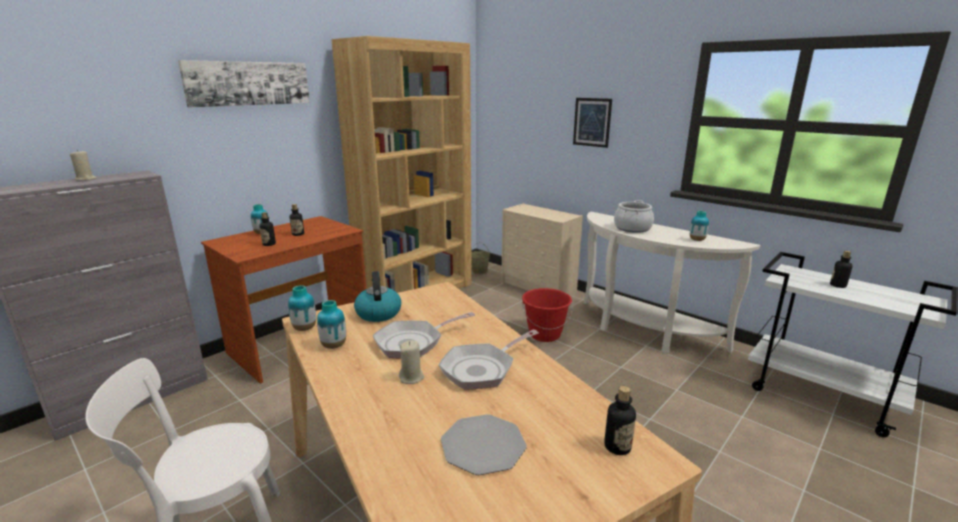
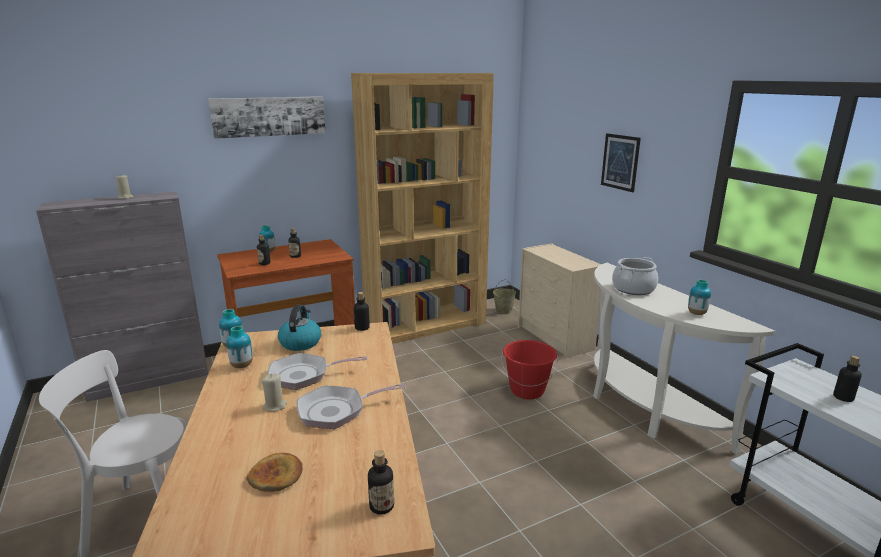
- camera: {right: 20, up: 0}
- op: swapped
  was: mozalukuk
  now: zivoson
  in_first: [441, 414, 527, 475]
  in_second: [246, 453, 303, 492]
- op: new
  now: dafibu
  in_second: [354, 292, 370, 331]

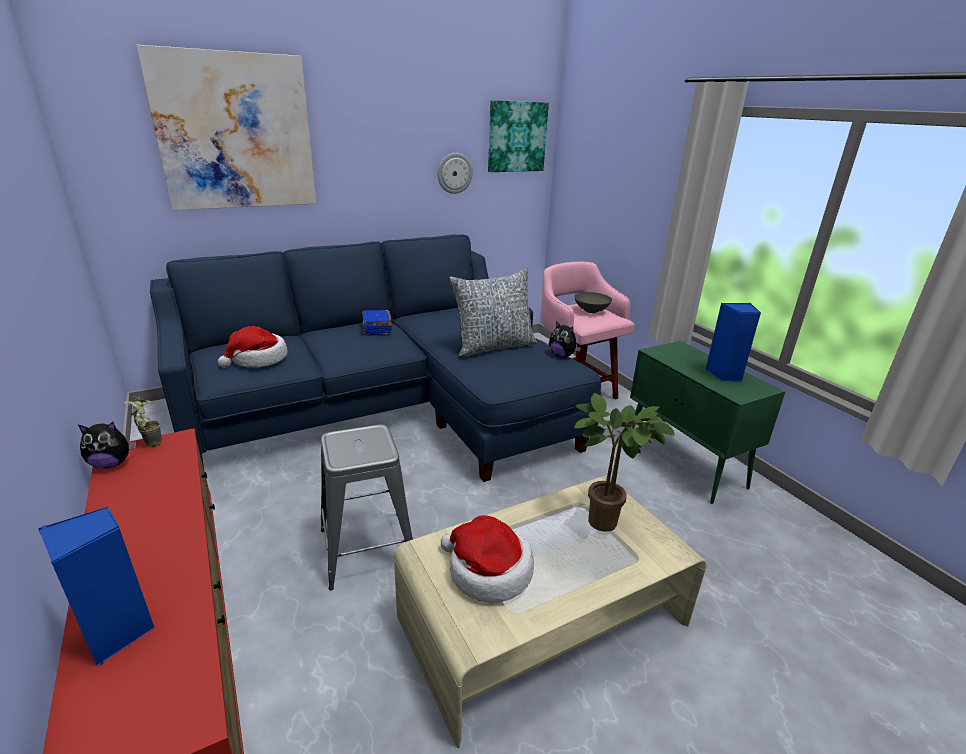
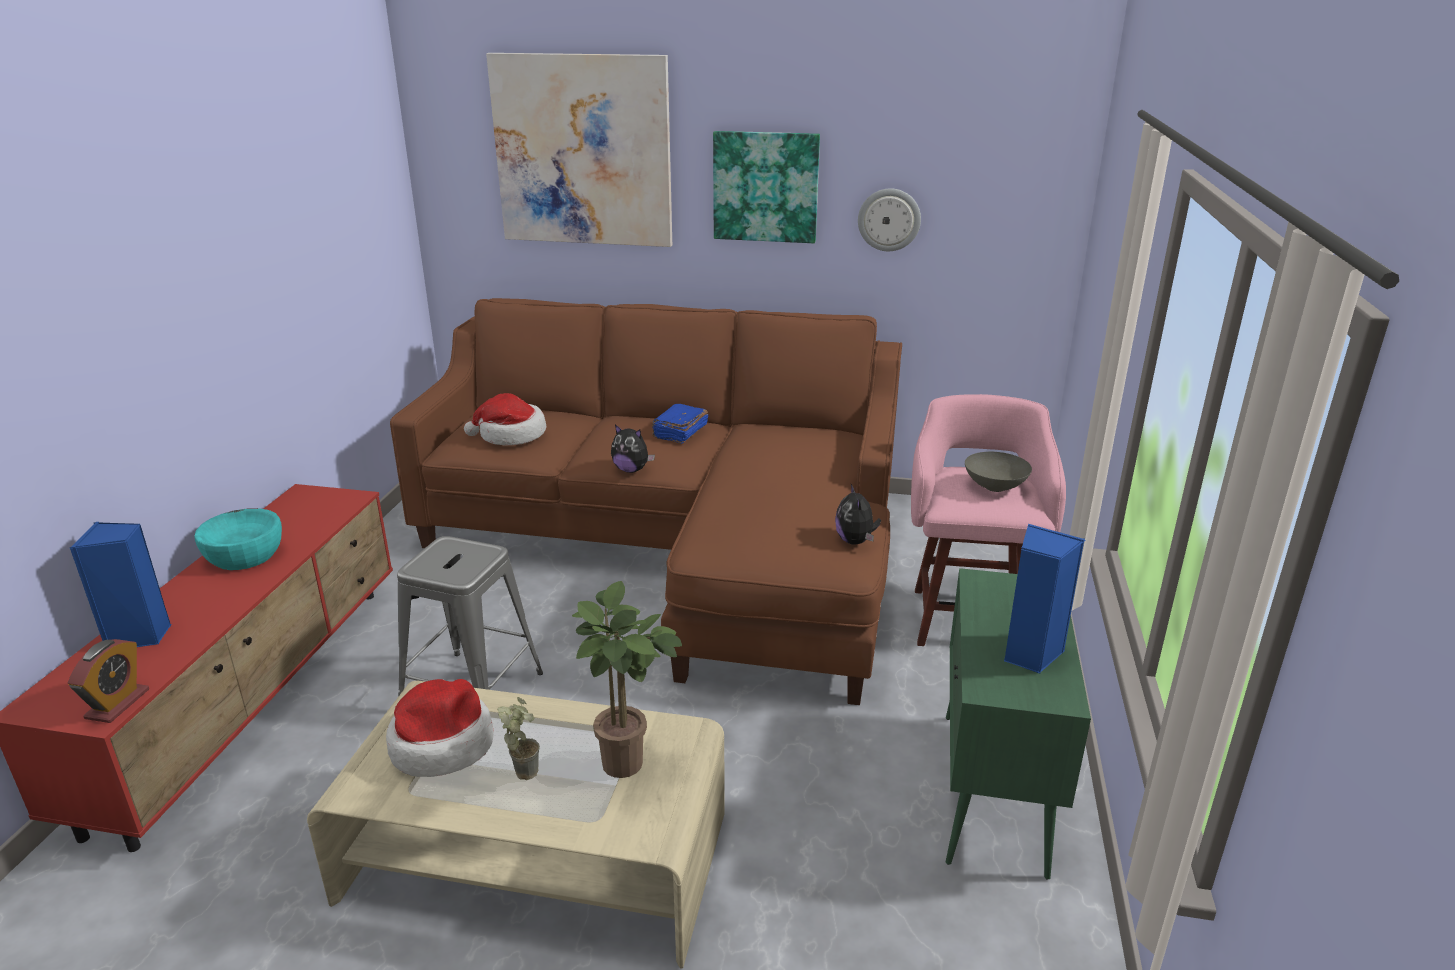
- camera: {right: 40, up: 0}
- op: shifted
  was: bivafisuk
  in_first: [488, 100, 549, 172]
  in_second: [713, 131, 820, 243]
- op: repainted
  was: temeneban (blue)
  now: temeneban (brown)
  in_first: [150, 235, 601, 482]
  in_second: [390, 298, 902, 705]
- op: gone
  was: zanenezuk
  in_first: [449, 268, 537, 357]
- op: shifted
  was: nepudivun
  in_first: [124, 396, 162, 447]
  in_second: [497, 697, 540, 780]
- op: shifted
  was: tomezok
  in_first: [78, 422, 136, 468]
  in_second: [611, 425, 655, 473]
- op: new
  now: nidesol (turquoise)
  in_second: [194, 508, 282, 570]
- op: new
  now: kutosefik
  in_second: [68, 639, 149, 723]

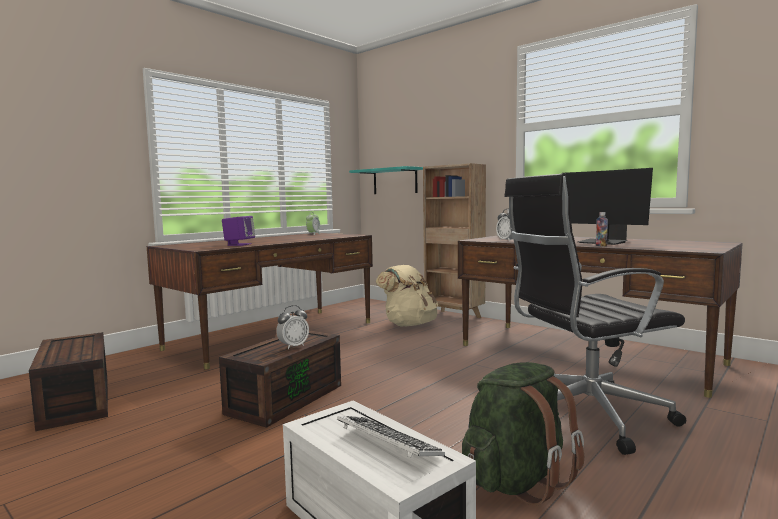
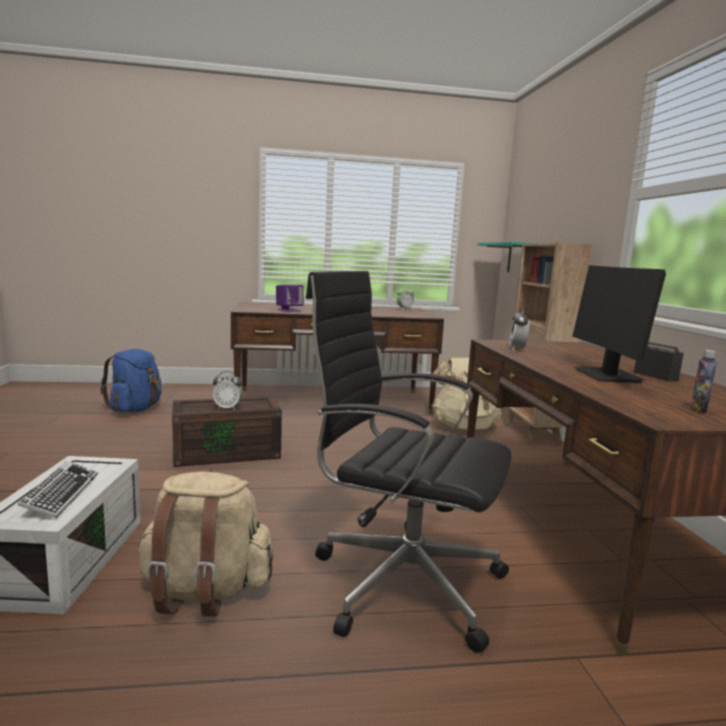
- camera: {right: 40, up: 5}
- op: shifted
  was: dafibu
  in_first: [596, 212, 608, 247]
  in_second: [690, 350, 717, 413]
- op: swapped
  was: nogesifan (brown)
  now: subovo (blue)
  in_first: [29, 332, 108, 431]
  in_second: [100, 349, 162, 412]
- op: repainted
  was: subovo (green)
  now: subovo (beige)
  in_first: [462, 362, 584, 506]
  in_second: [139, 471, 273, 616]

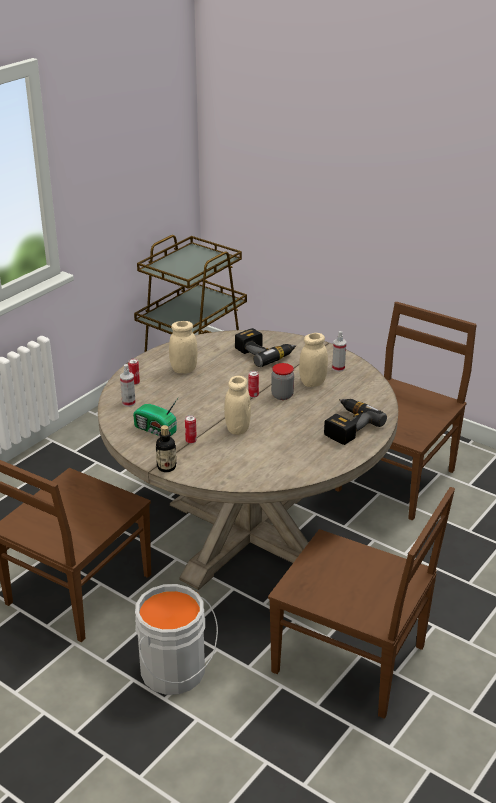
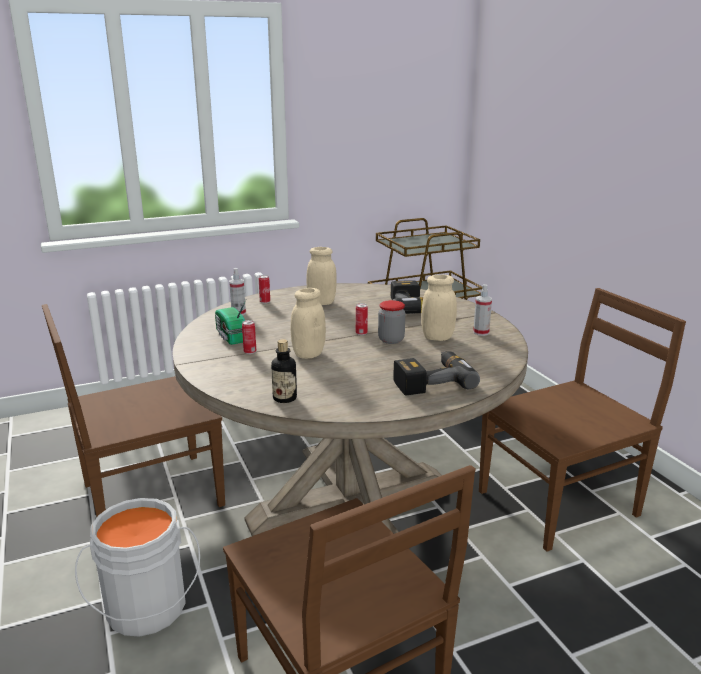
- camera: {right: 30, up: -10}
- op: shifted
  was: dafibu
  in_first: [156, 425, 176, 472]
  in_second: [271, 339, 297, 403]

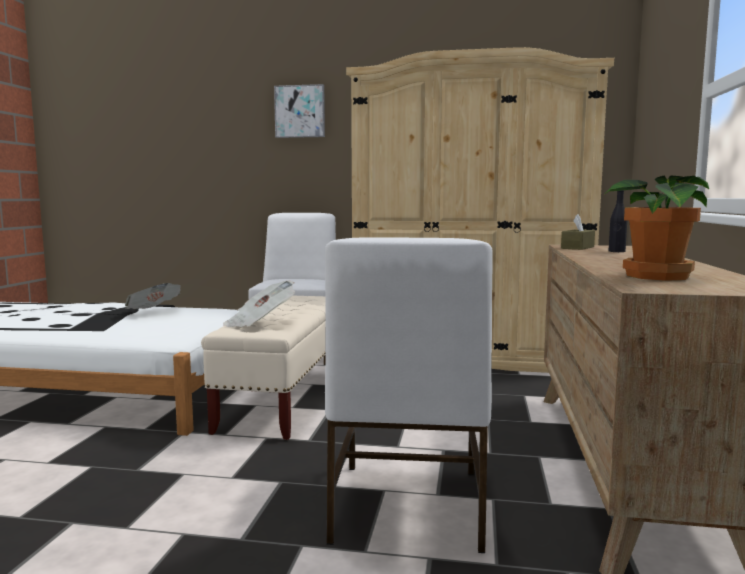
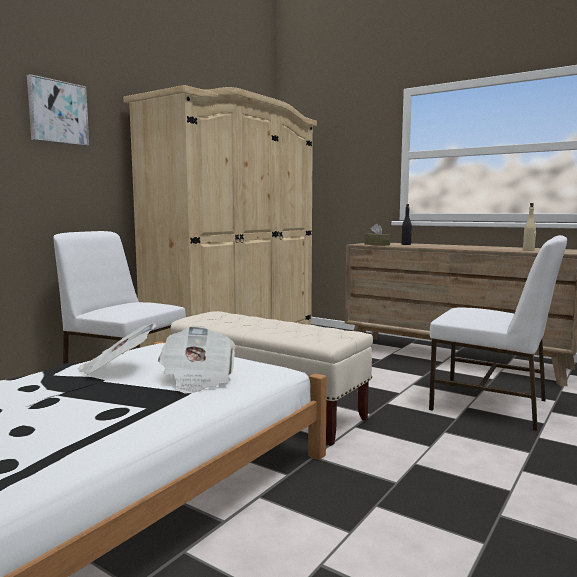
- camera: {right: -65, up: 0}
- op: swapped
  was: nepudivun
  now: dafibu (beige)
  in_first: [605, 176, 709, 281]
  in_second: [523, 203, 536, 251]
- op: shifted
  was: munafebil
  in_first: [223, 281, 295, 327]
  in_second: [158, 326, 236, 394]

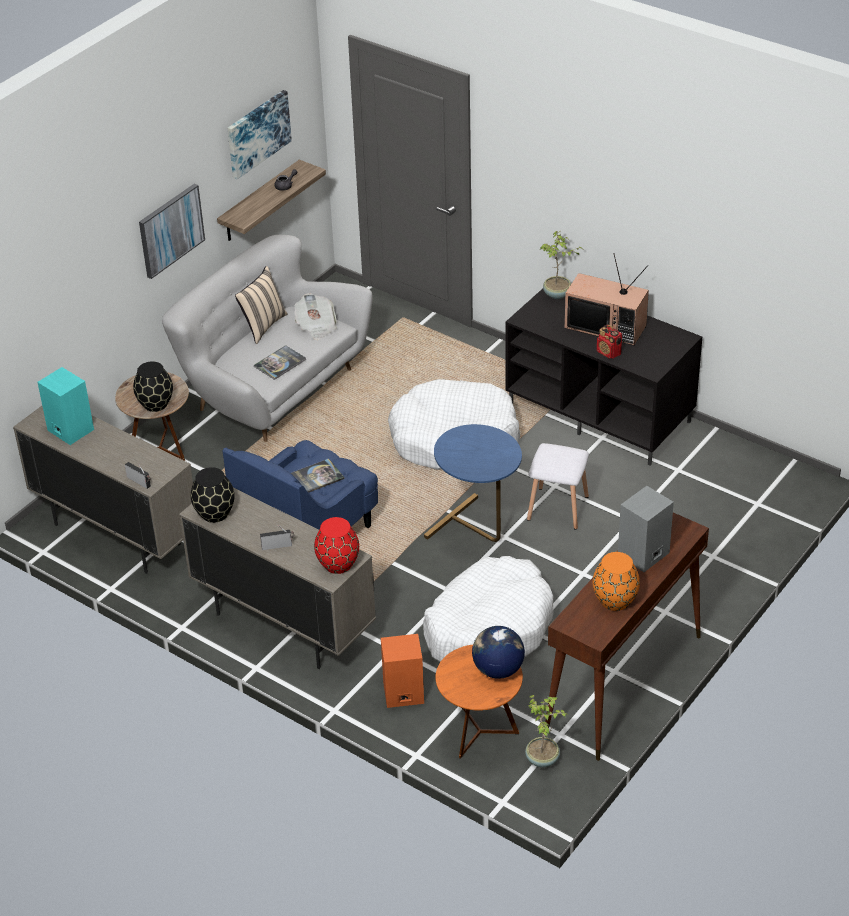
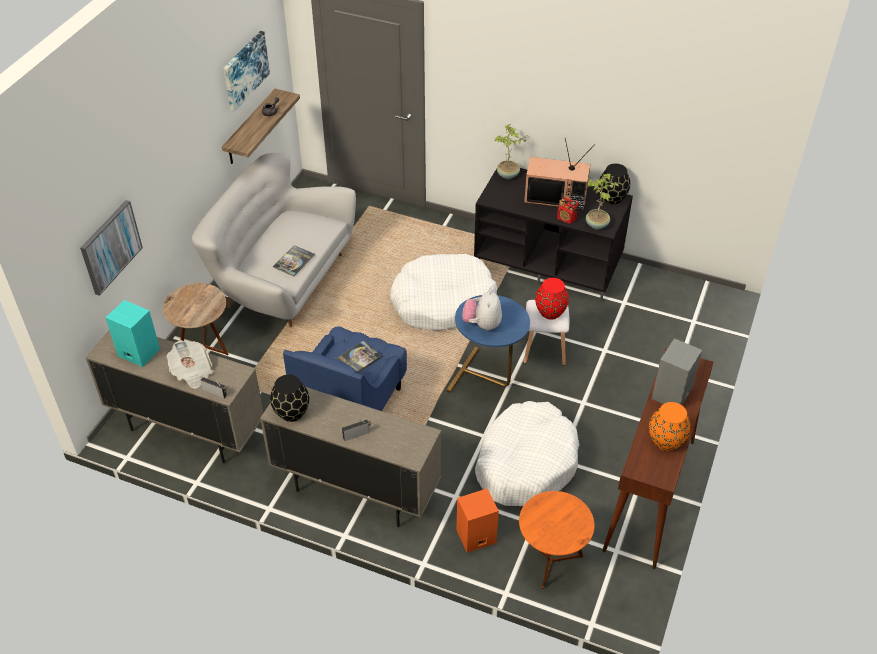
- camera: {right: -15, up: 5}
- op: shifted
  was: bivafisuk
  in_first: [139, 184, 205, 279]
  in_second: [80, 200, 143, 296]
- op: gone
  was: zanenezuk (beige)
  in_first: [235, 266, 288, 344]
- op: shifted
  was: munafebil
  in_first: [295, 293, 337, 340]
  in_second: [167, 340, 213, 389]
- op: shifted
  was: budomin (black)
  in_first: [133, 361, 173, 412]
  in_second: [599, 164, 630, 204]
- op: shifted
  was: budomin (red)
  in_first: [314, 517, 359, 574]
  in_second: [535, 278, 569, 319]
- op: gone
  was: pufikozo
  in_first: [472, 626, 525, 679]
- op: shifted
  was: nepudivun
  in_first: [525, 695, 569, 767]
  in_second: [586, 174, 619, 229]
- op: new
  now: tomezok
  in_second: [463, 290, 502, 330]

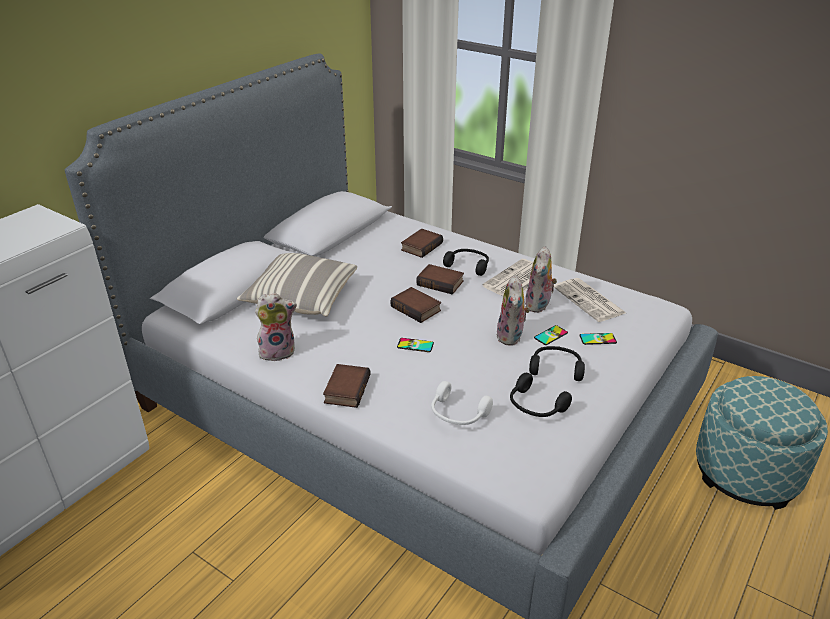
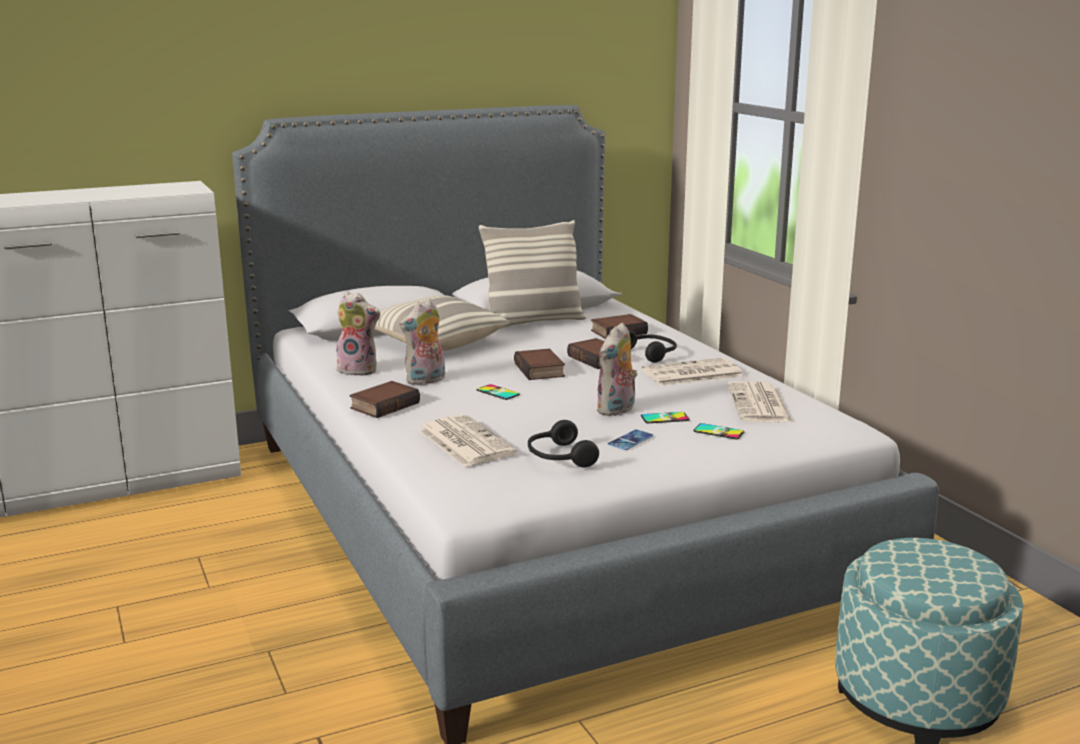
- camera: {right: 30, up: -15}
- op: shifted
  was: tomezok
  in_first: [525, 246, 557, 313]
  in_second: [399, 299, 445, 385]
- op: swapped
  was: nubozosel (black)
  now: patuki
  in_first: [529, 346, 585, 381]
  in_second: [608, 429, 653, 450]
- op: swapped
  was: nubozosel (white)
  now: munafebil
  in_first: [431, 381, 493, 425]
  in_second: [419, 414, 517, 467]
- op: new
  now: zanenezuk
  in_second: [479, 220, 586, 329]

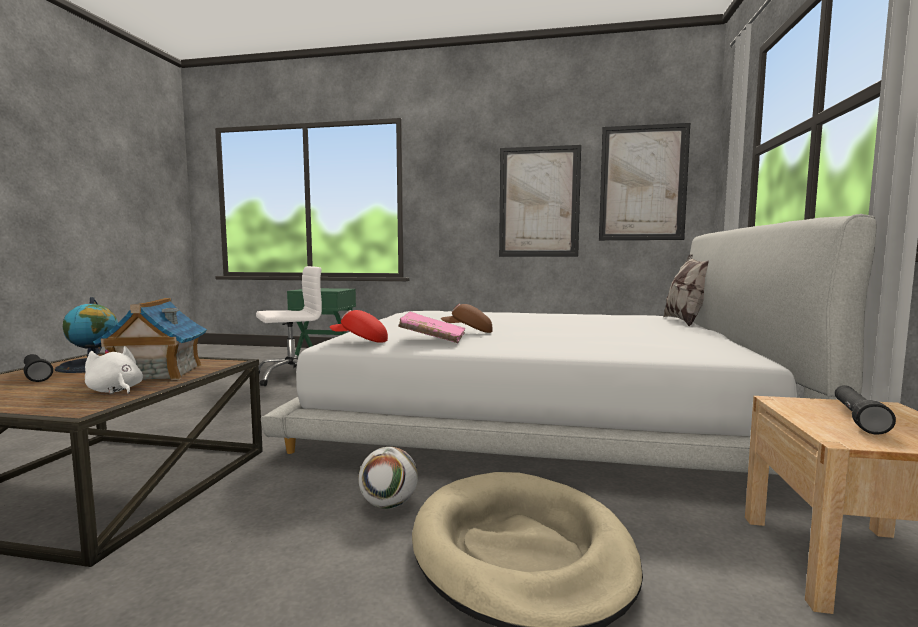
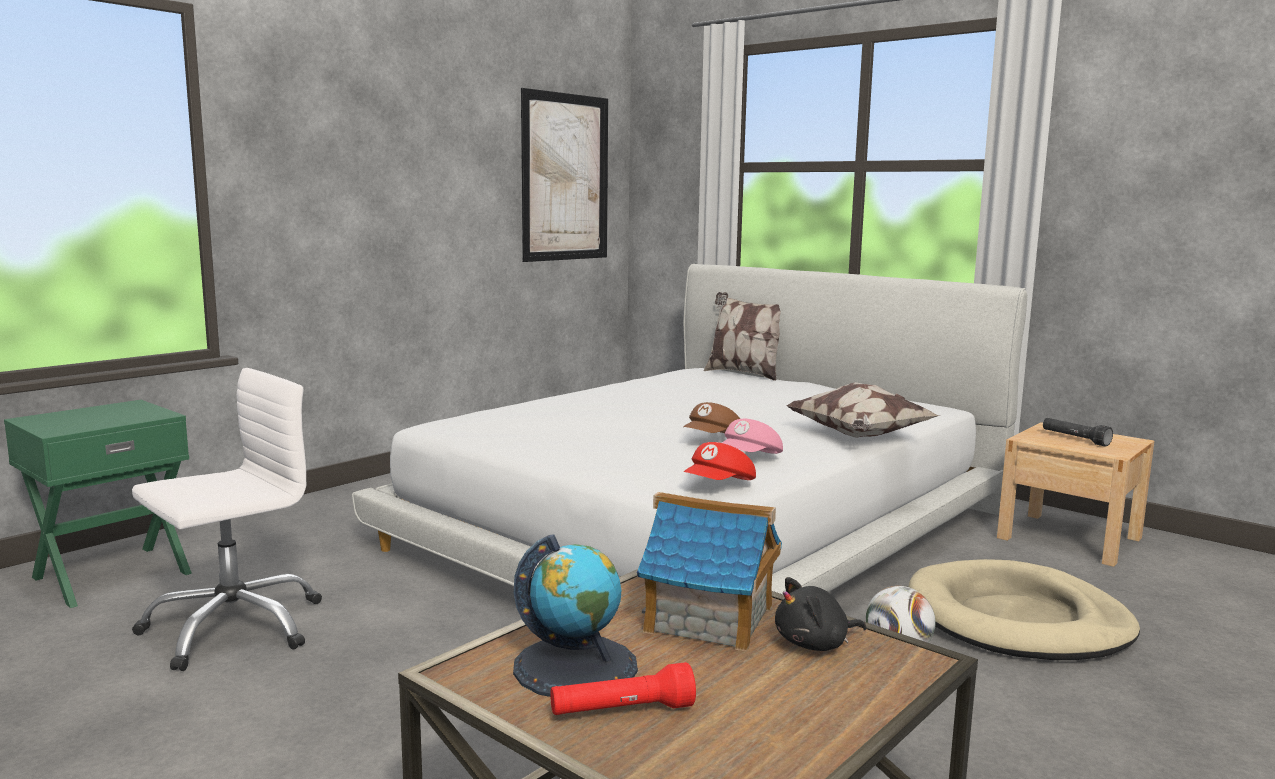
- camera: {right: -60, up: 5}
- op: gone
  was: bivafisuk
  in_first: [499, 145, 581, 256]
- op: rotated
  was: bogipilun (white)
  in_first: [256, 266, 322, 386]
  in_second: [132, 368, 322, 671]
  clockwise: 45
- op: swapped
  was: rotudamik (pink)
  now: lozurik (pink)
  in_first: [398, 312, 465, 343]
  in_second: [722, 419, 783, 454]
- op: repainted
  was: tomezok (white)
  now: tomezok (black)
  in_first: [85, 346, 143, 394]
  in_second: [775, 577, 866, 651]
- op: repainted
  was: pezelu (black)
  now: pezelu (red)
  in_first: [24, 354, 53, 382]
  in_second: [550, 662, 696, 715]
- op: new
  now: zanenezuk
  in_second: [786, 382, 940, 438]

